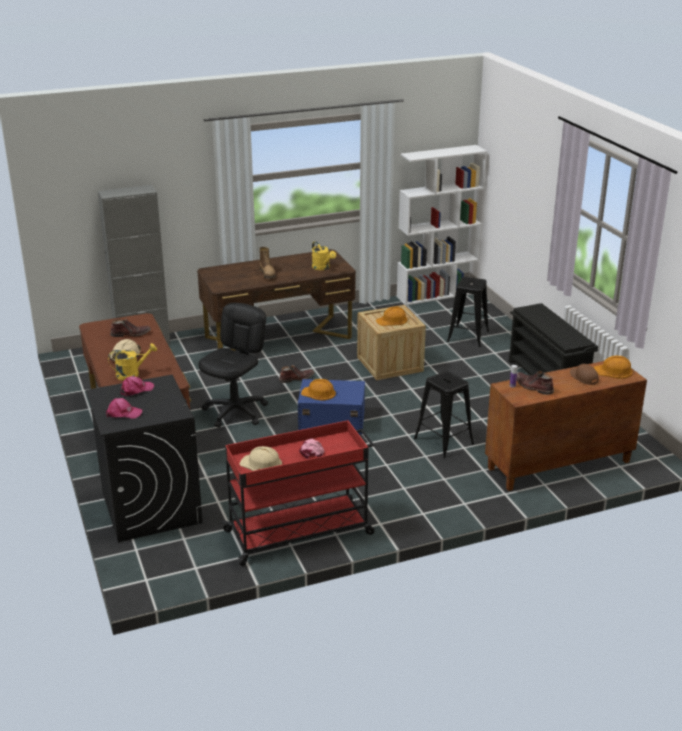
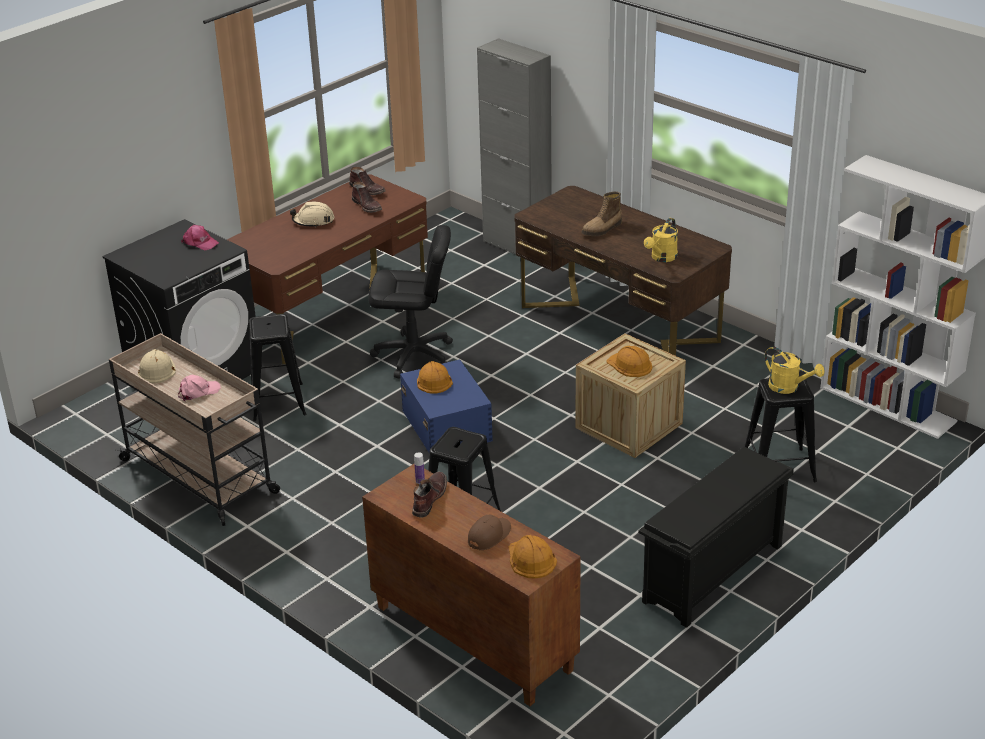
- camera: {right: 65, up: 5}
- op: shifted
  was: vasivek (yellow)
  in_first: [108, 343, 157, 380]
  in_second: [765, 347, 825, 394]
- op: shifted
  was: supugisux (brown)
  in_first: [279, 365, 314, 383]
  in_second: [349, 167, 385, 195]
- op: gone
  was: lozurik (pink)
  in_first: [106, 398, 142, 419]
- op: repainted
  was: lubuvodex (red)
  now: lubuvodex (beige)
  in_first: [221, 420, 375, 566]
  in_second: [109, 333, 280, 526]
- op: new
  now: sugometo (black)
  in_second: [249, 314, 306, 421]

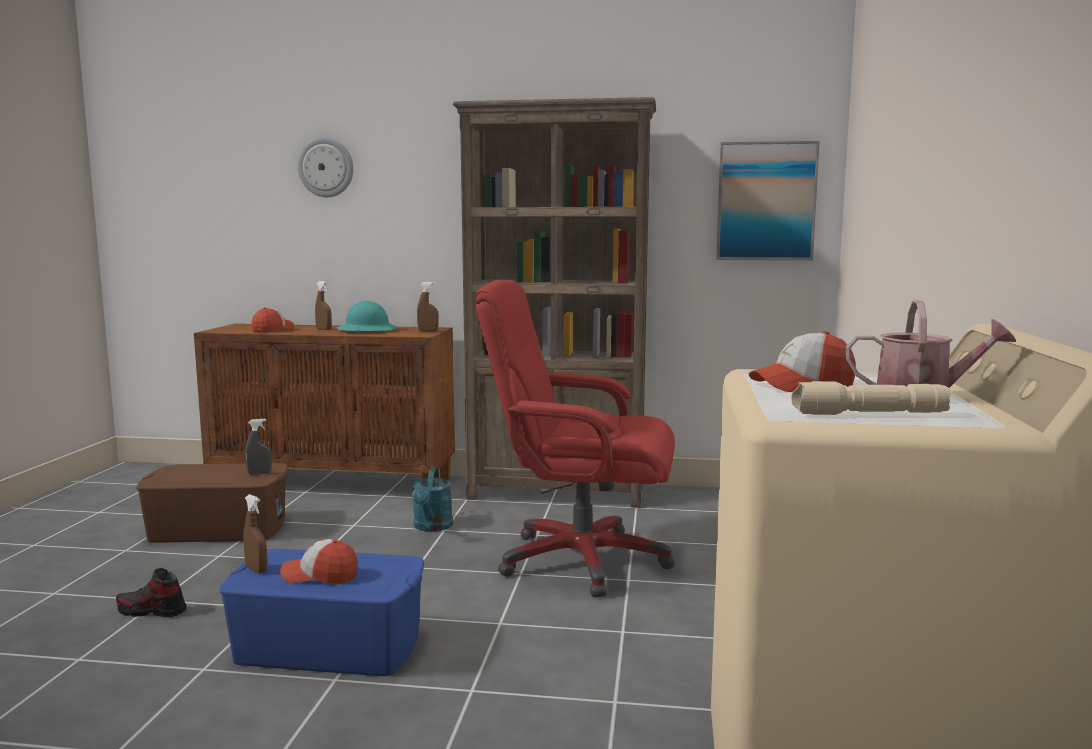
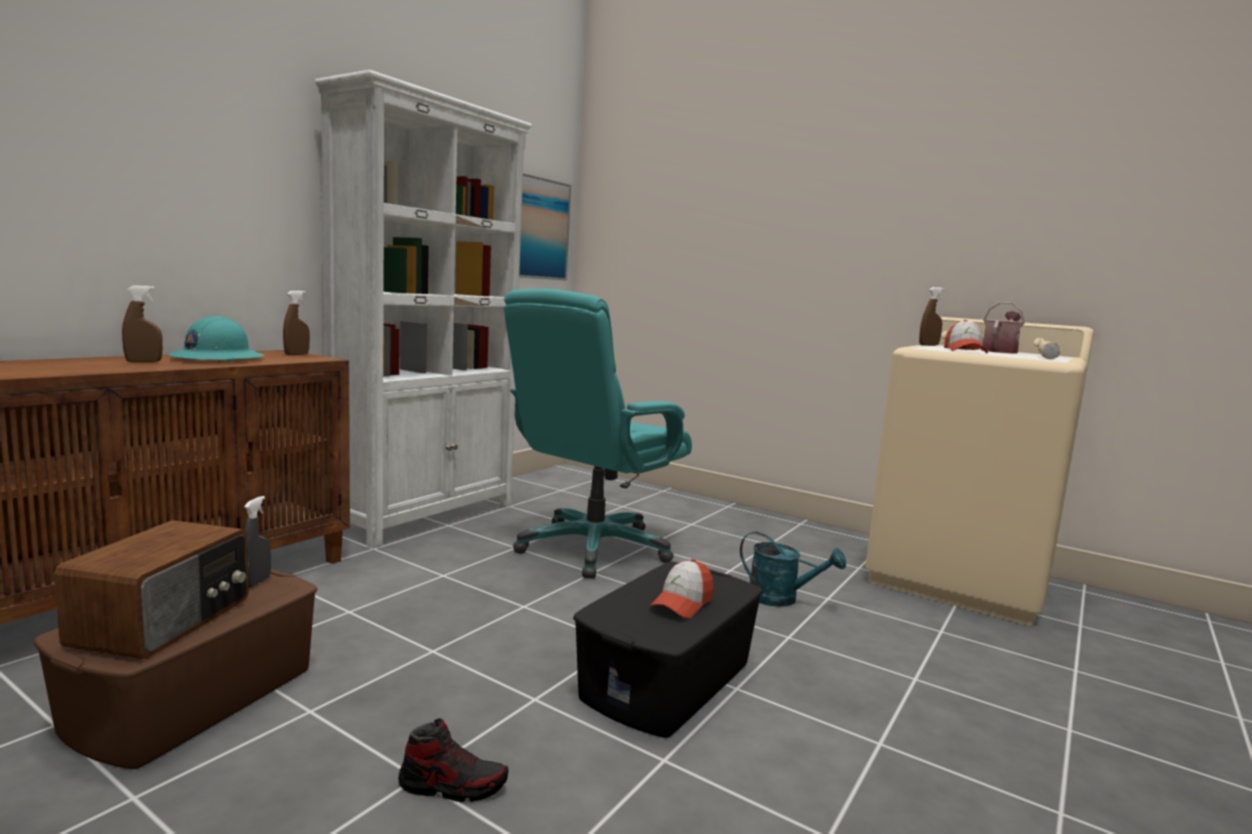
- camera: {right: -65, up: 0}
- op: repainted
  was: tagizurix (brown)
  now: tagizurix (white)
  in_first: [453, 97, 656, 508]
  in_second: [315, 70, 532, 549]
- op: gone
  was: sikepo
  in_first: [298, 137, 354, 197]
- op: repainted
  was: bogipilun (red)
  now: bogipilun (turquoise)
  in_first: [475, 280, 675, 597]
  in_second: [504, 289, 692, 579]
- op: gone
  was: lozurik
  in_first: [252, 307, 295, 333]
- op: shifted
  was: vasivek (turquoise)
  in_first: [412, 467, 453, 532]
  in_second: [740, 532, 846, 607]
- op: shifted
  was: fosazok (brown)
  in_first: [243, 494, 268, 573]
  in_second: [919, 287, 945, 346]
- op: repainted
  was: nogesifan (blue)
  now: nogesifan (black)
  in_first: [219, 549, 424, 676]
  in_second: [573, 562, 763, 738]
- op: rotated
  was: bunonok
  in_first: [116, 568, 187, 617]
  in_second: [398, 718, 509, 802]
  clockwise: -120
- op: new
  now: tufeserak
  in_second: [54, 520, 249, 659]

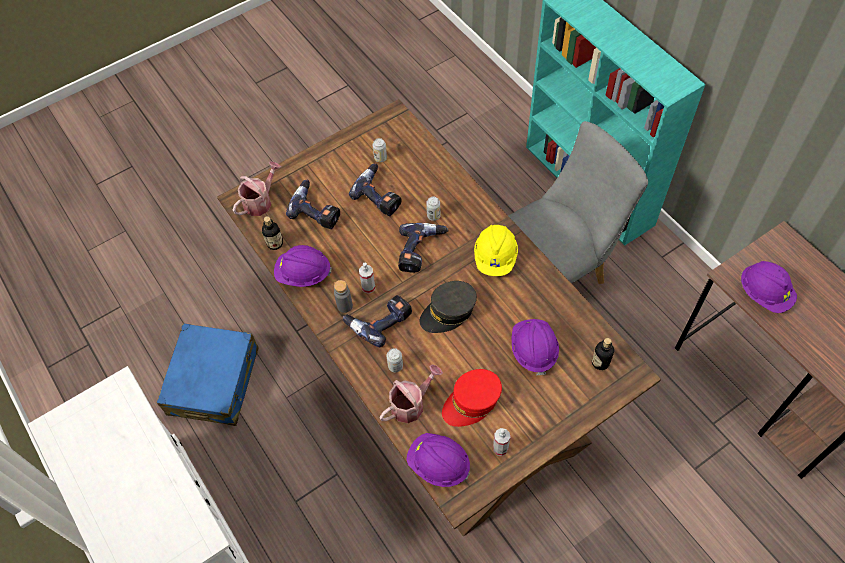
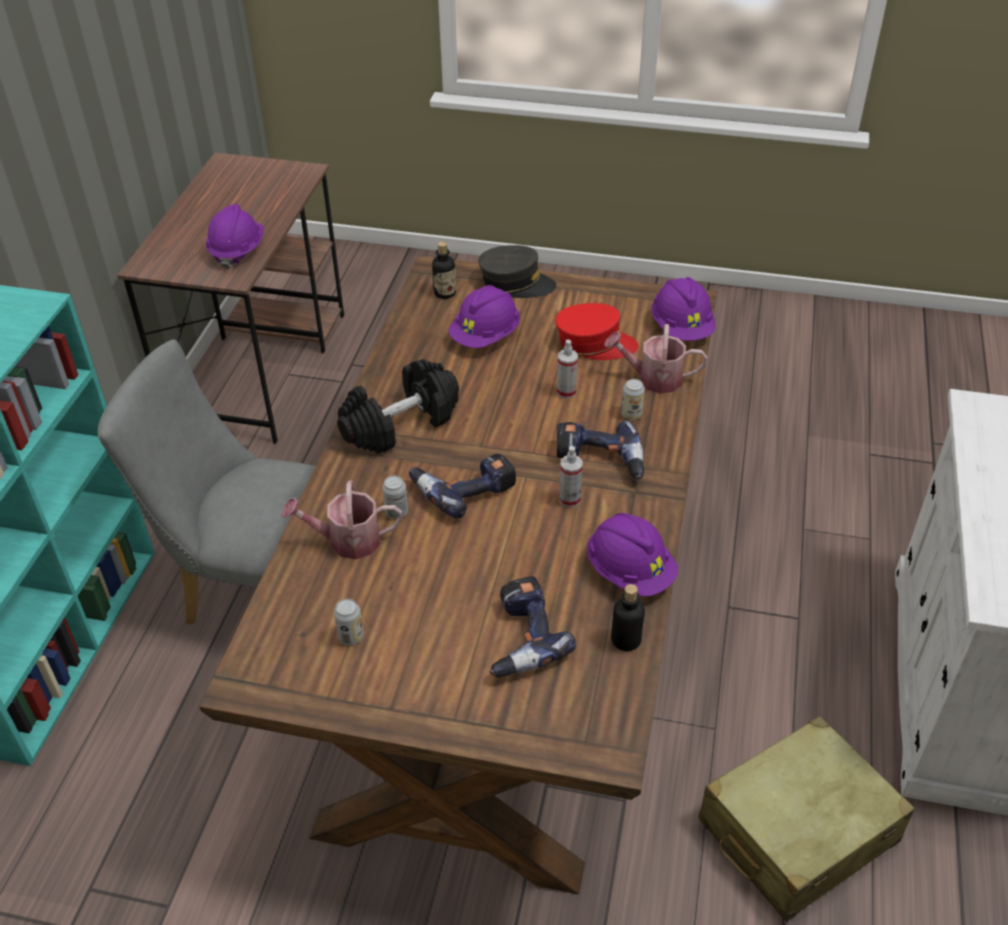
- camera: {right: -135, up: -15}
- op: shifted
  was: vasivek
  in_first: [233, 161, 281, 216]
  in_second: [281, 481, 402, 559]
- op: gone
  was: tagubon
  in_first: [349, 164, 402, 216]
- op: swapped
  was: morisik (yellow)
  now: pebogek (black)
  in_first: [474, 225, 518, 276]
  in_second: [337, 359, 459, 454]
- op: gone
  was: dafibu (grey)
  in_first: [334, 280, 353, 313]
- op: shifted
  was: lozurik (grey)
  in_first: [420, 281, 477, 333]
  in_second: [478, 245, 556, 298]
- op: repainted
  was: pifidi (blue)
  now: pifidi (beige)
  in_first: [157, 324, 259, 426]
  in_second: [698, 716, 915, 921]
- op: shifted
  was: fosazok
  in_first: [493, 428, 510, 456]
  in_second: [557, 339, 578, 399]

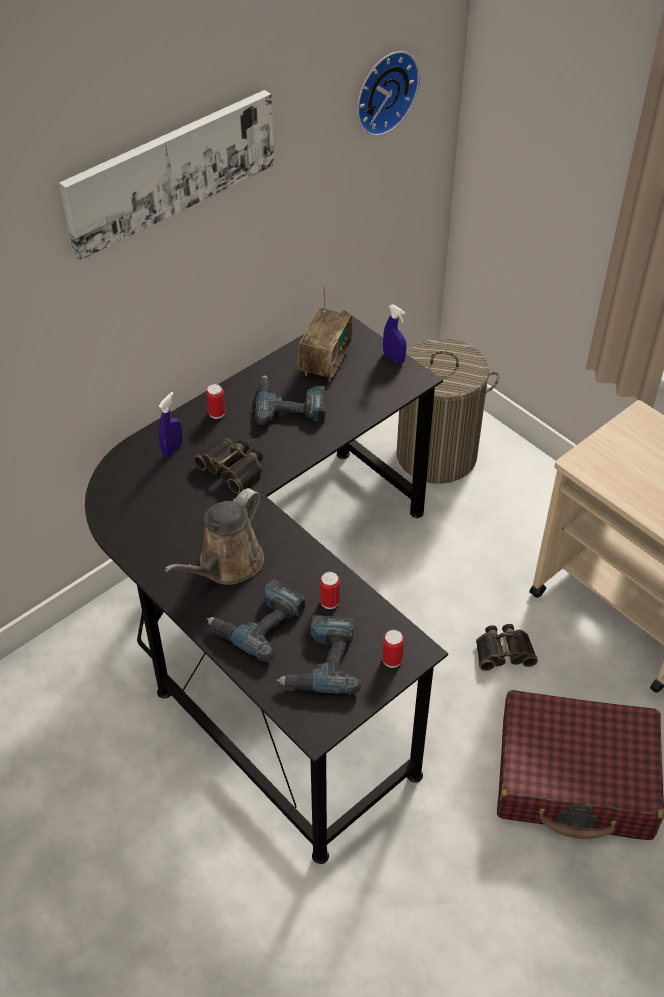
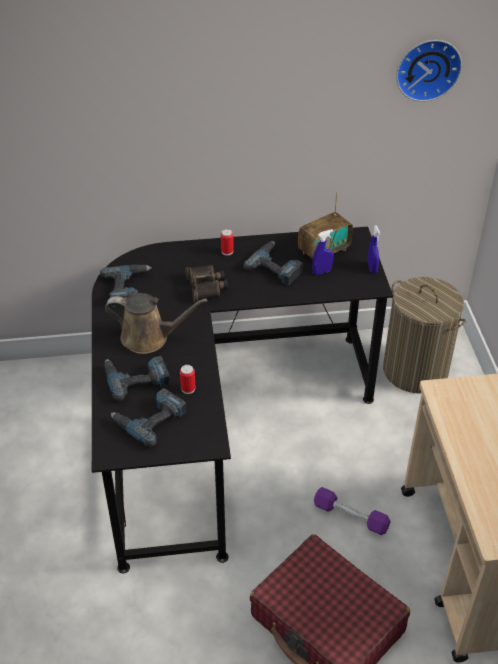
- camera: {right: 35, up: -5}
- op: gone
  was: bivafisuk
  in_first: [59, 90, 274, 261]
- op: shifted
  was: fosazok (blue)
  in_first: [158, 392, 183, 457]
  in_second: [312, 229, 334, 275]
- op: rotated
  was: vasivek (brown)
  in_first: [164, 488, 264, 585]
  in_second: [105, 293, 208, 354]
  clockwise: -150
- op: swapped
  was: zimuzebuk
  now: pebogek (purple)
  in_first: [476, 624, 538, 671]
  in_second: [314, 487, 391, 535]
- op: gone
  was: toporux
  in_first: [382, 630, 404, 668]
- op: new
  now: tagubon
  in_second: [100, 264, 152, 307]

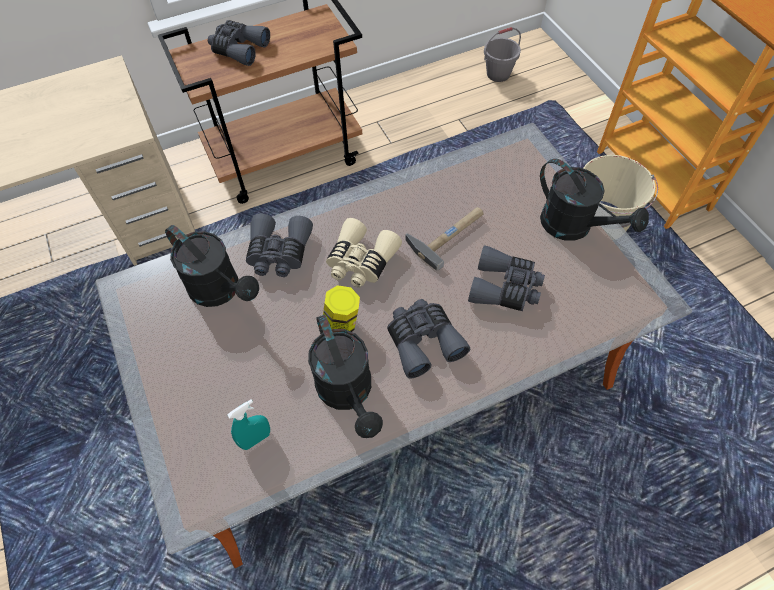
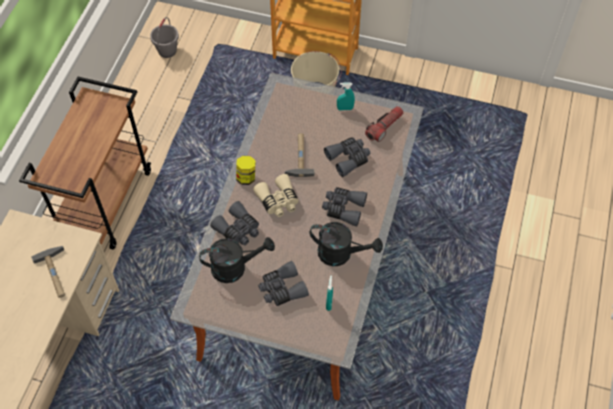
- camera: {right: -50, up: 0}
- op: shifted
  was: zimuzebuk (grey)
  in_first: [208, 20, 270, 66]
  in_second: [258, 261, 309, 306]
- op: swapped
  was: vasivek (black)
  now: fosazok (turquoise)
  in_first: [540, 159, 649, 241]
  in_second: [337, 82, 355, 111]
- op: shifted
  was: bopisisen
  in_first: [323, 285, 360, 332]
  in_second: [236, 156, 256, 185]
- op: new
  now: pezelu
  in_second: [365, 106, 404, 142]
- op: new
  now: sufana
  in_second: [31, 246, 65, 298]

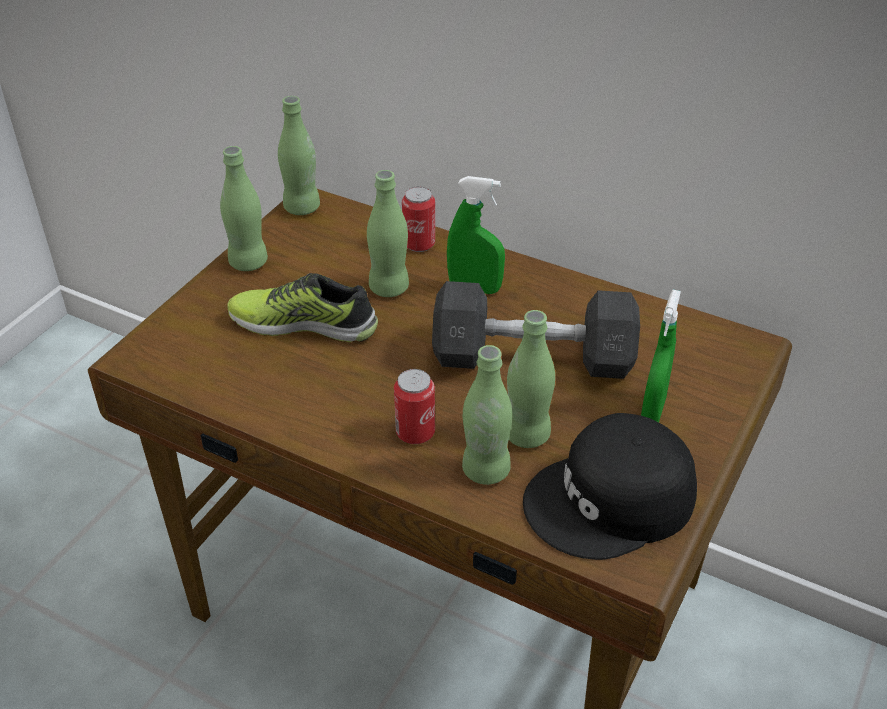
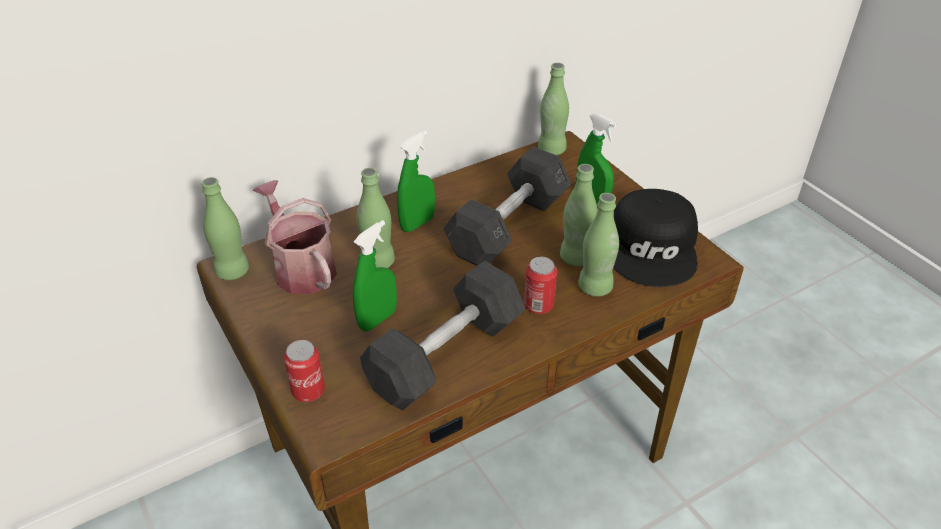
- camera: {right: -60, up: 0}
- op: shifted
  was: dafibu (green)
  in_first: [220, 146, 268, 271]
  in_second: [538, 63, 569, 155]
- op: shifted
  was: toporux
  in_first: [402, 186, 435, 252]
  in_second: [284, 340, 325, 402]
- op: swapped
  was: bunonok
  now: fosazok (green)
  in_first: [227, 273, 378, 342]
  in_second: [353, 220, 397, 331]
- op: new
  now: vasivek
  in_second: [252, 180, 337, 294]
- op: new
  now: pebogek (grey)
  in_second: [360, 261, 526, 411]

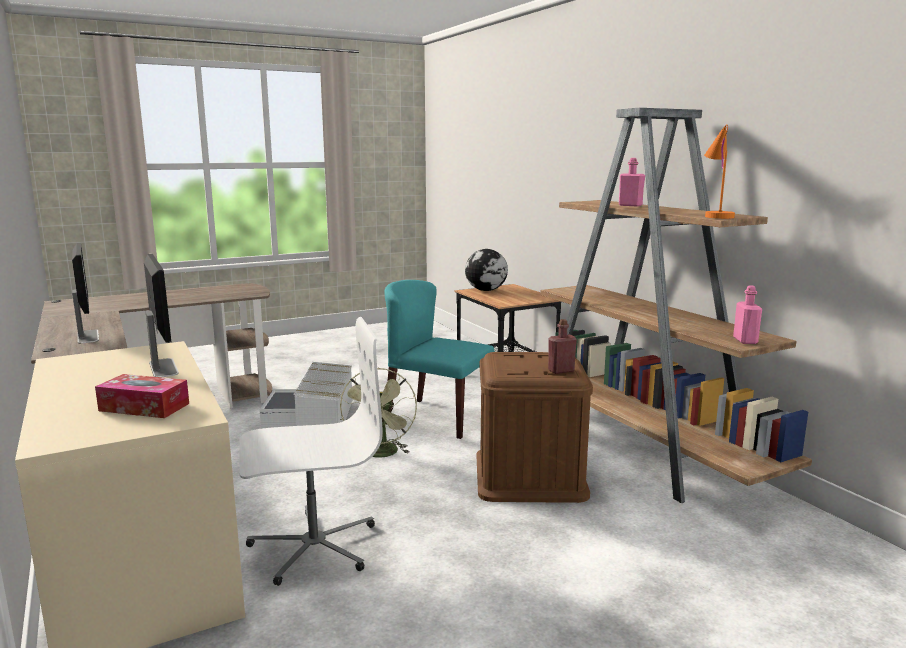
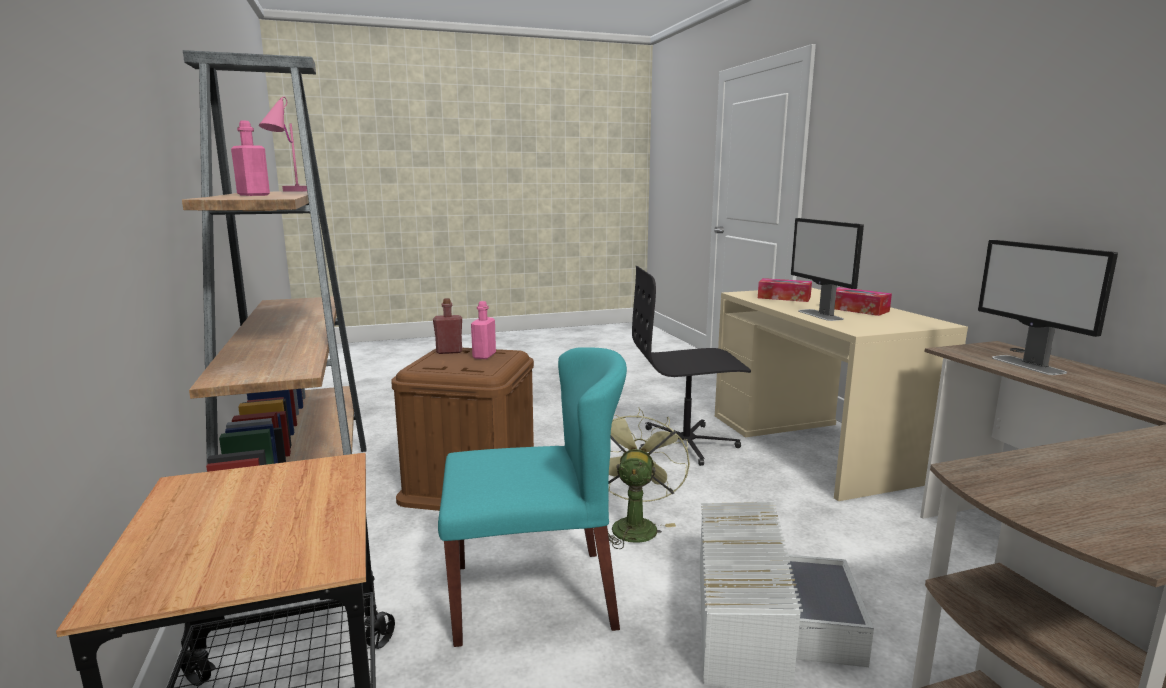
- camera: {right: -170, up: 0}
- op: repainted
  was: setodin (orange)
  now: setodin (pink)
  in_first: [704, 124, 735, 219]
  in_second: [259, 96, 307, 192]
- op: gone
  was: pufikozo
  in_first: [465, 249, 508, 291]
- op: rotated
  was: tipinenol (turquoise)
  in_first: [384, 280, 495, 439]
  in_second: [438, 347, 627, 647]
  clockwise: -45
- op: shifted
  was: dafibu (pink)
  in_first: [733, 285, 762, 344]
  in_second: [471, 301, 496, 359]
- op: repainted
  was: bogipilun (white)
  now: bogipilun (black)
  in_first: [239, 317, 383, 586]
  in_second: [632, 266, 751, 466]
- op: new
  now: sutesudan
  in_second: [834, 287, 892, 316]

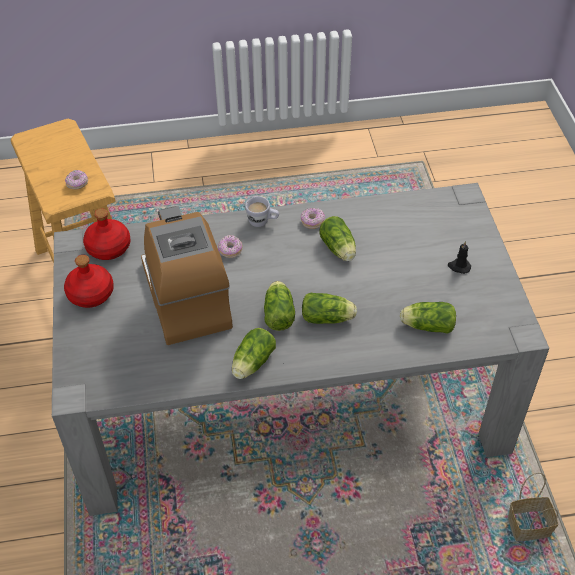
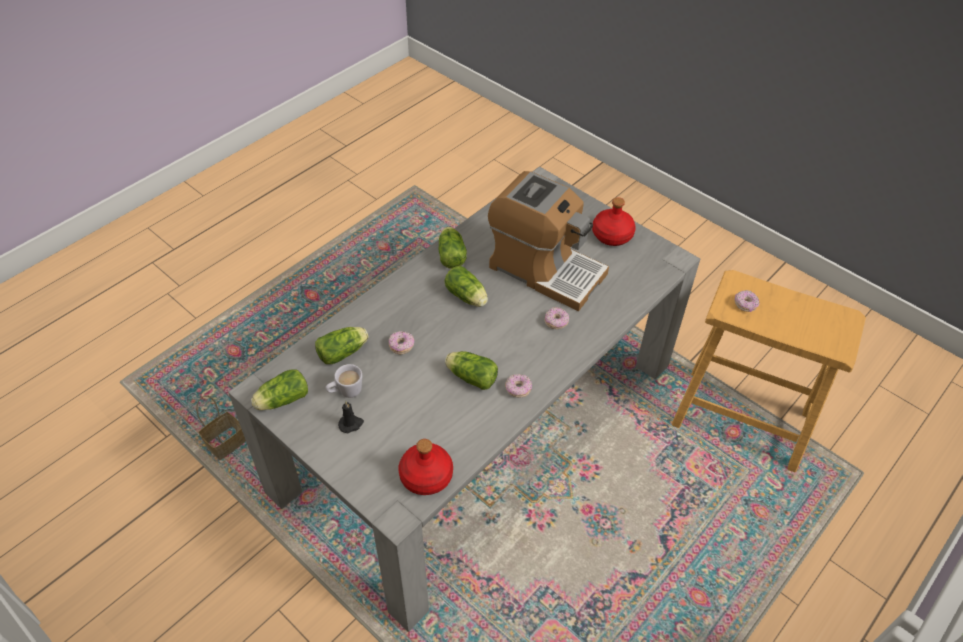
- camera: {right: 140, up: 0}
- op: shifted
  was: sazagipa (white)
  in_first: [245, 196, 279, 227]
  in_second: [326, 364, 362, 398]
- op: shifted
  was: dafibu (red)
  in_first: [83, 208, 130, 260]
  in_second: [398, 439, 453, 495]
- op: shifted
  was: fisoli
  in_first: [302, 292, 357, 324]
  in_second: [251, 369, 308, 410]
- op: new
  now: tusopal
  in_second: [389, 331, 414, 354]

